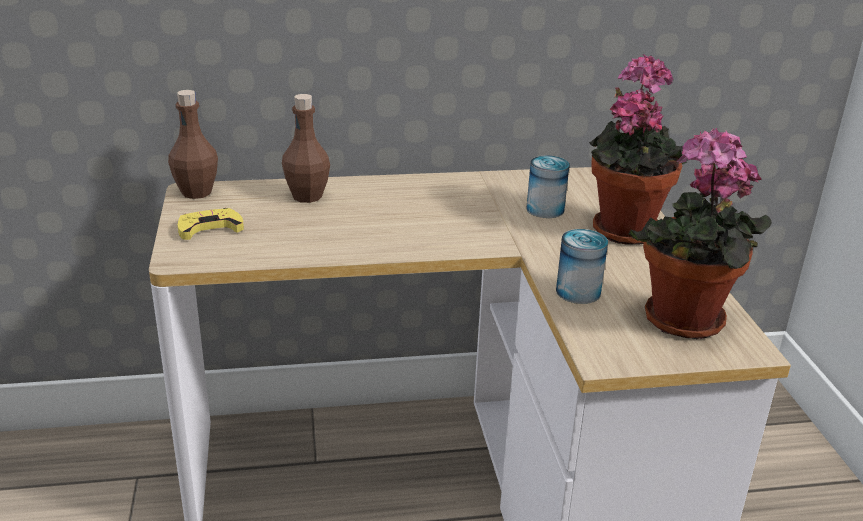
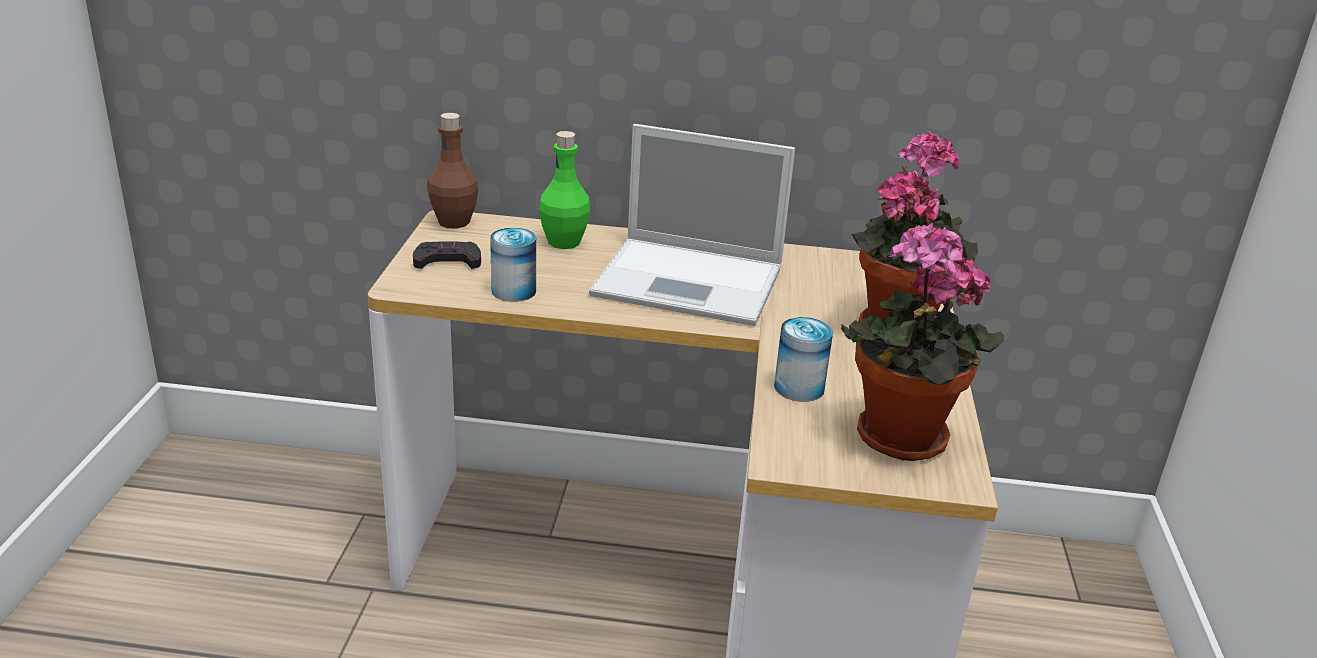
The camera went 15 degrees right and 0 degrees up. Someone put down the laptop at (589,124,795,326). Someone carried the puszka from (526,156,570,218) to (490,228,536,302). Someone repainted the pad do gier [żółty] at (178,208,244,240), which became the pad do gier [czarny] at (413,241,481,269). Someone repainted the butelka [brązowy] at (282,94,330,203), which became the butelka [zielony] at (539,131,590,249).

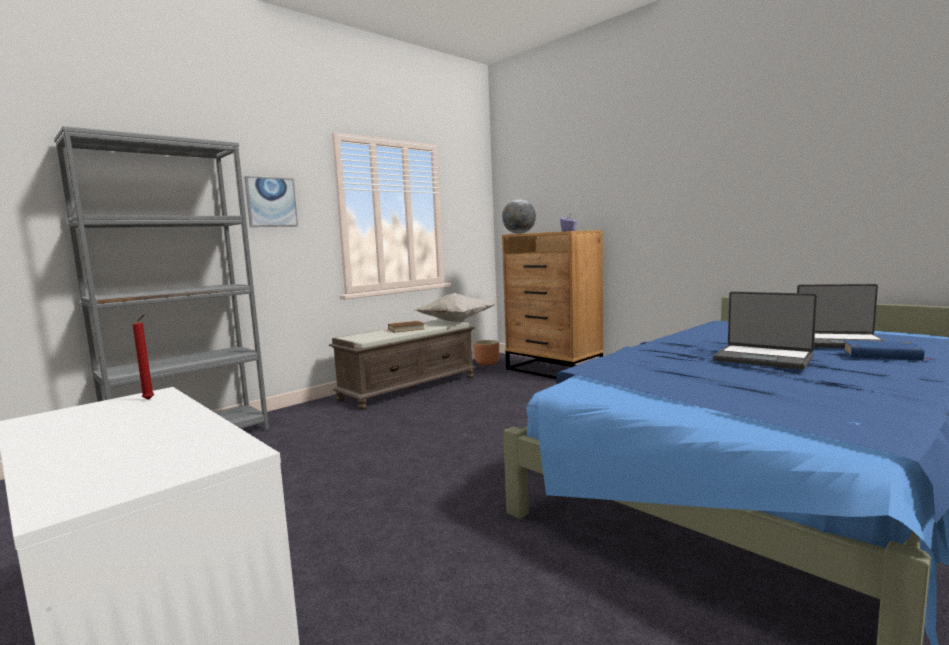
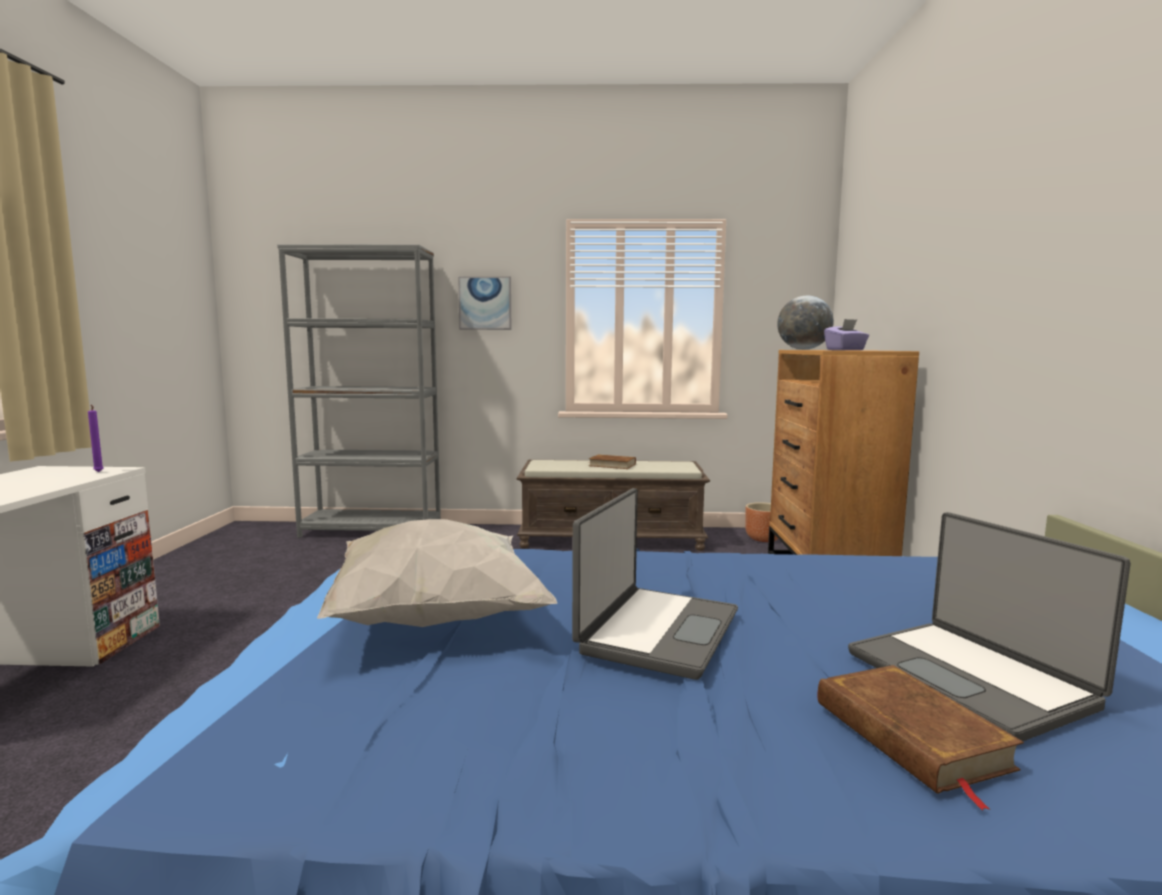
The camera went 45 degrees right and 0 degrees up. Someone carried the poduszka [biały] from (415,293,495,322) to (317,519,557,627). Someone repainted the świeca [czerwony] at (132,315,154,400), which became the świeca [fioletowy] at (88,405,103,472). Someone repainted the książka [niebieski] at (843,340,934,361), which became the książka [brązowy] at (818,665,1024,810). Someone rotated the laptop at (713,292,817,370) by 150 degrees counterclockwise.

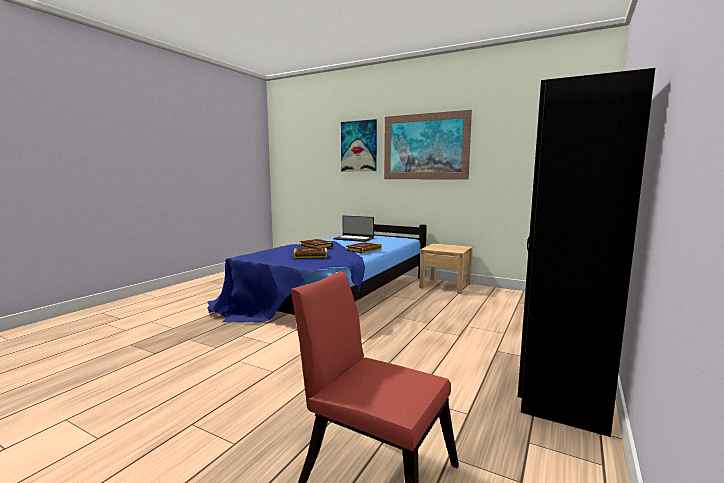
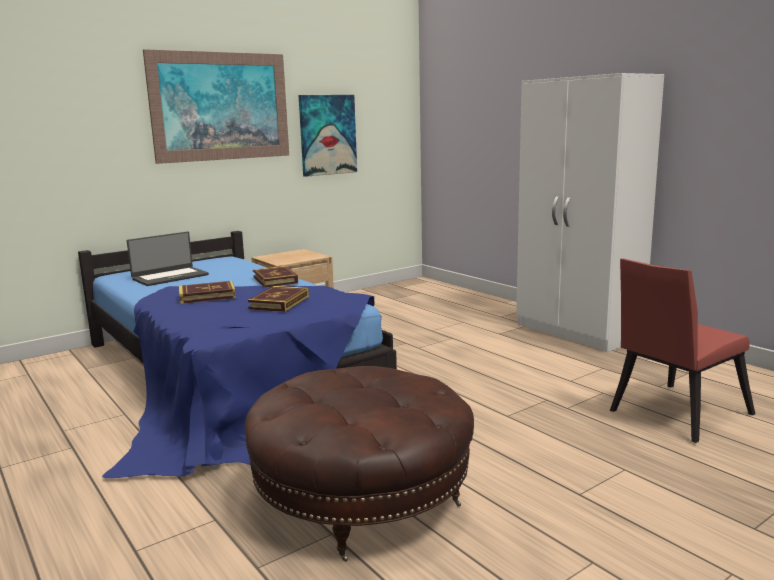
The camera went 65 degrees left and 5 degrees up. Someone put down the pufa [brązowy] at (245,366,474,562). Someone carried the obraz from (341,119,377,171) to (298,95,357,177). Someone repainted the szafa [czarny] at (518,68,655,437), which became the szafa [biały] at (516,73,664,352).

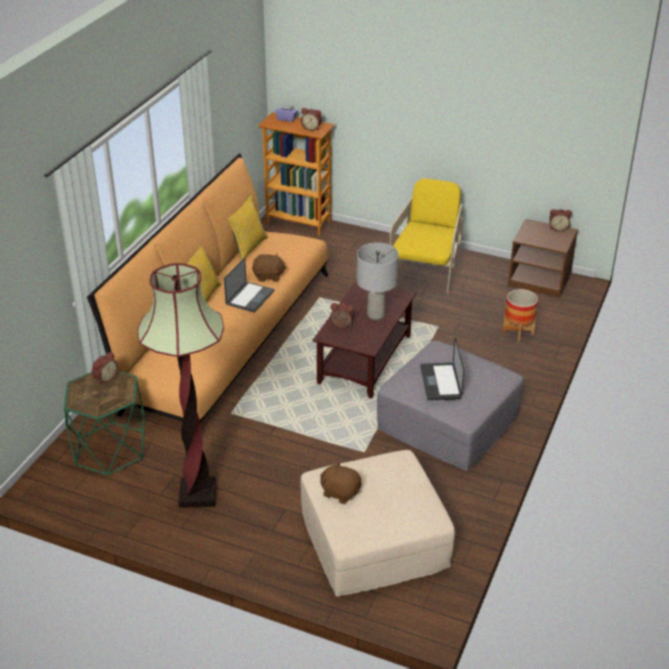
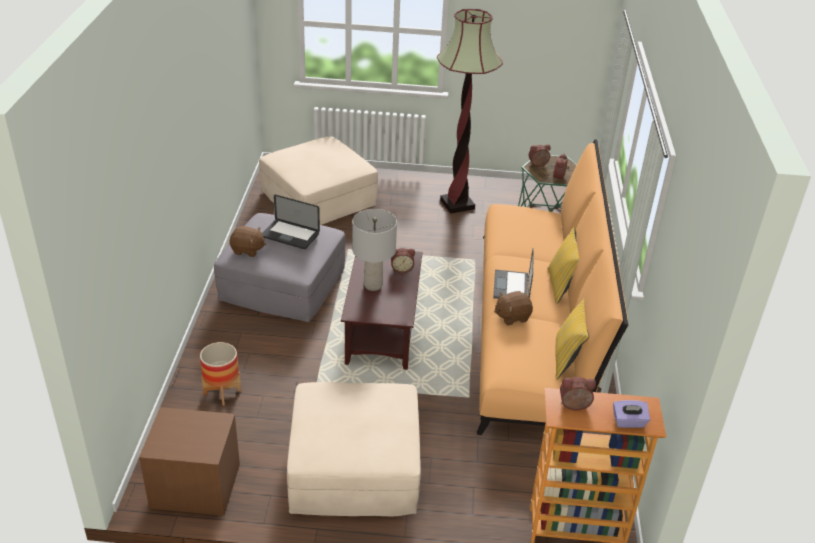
The camera went 160 degrees right and 0 degrees up. Someone carried the pluszak [brązowy] from (320,461,362,504) to (230,226,266,257). Someone carried the budzik from (549,209,572,232) to (529,144,551,167). Someone swapped the fotel [żółty] at (390,179,463,294) for the pufa [beżowy] at (287,382,421,517). Someone rotated the laptop at (420,337,464,400) by 135 degrees clockwise.

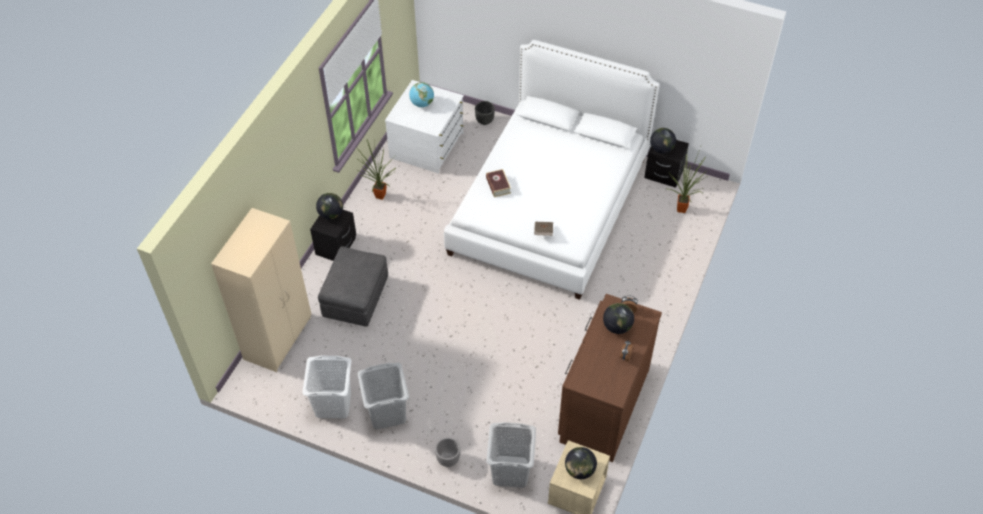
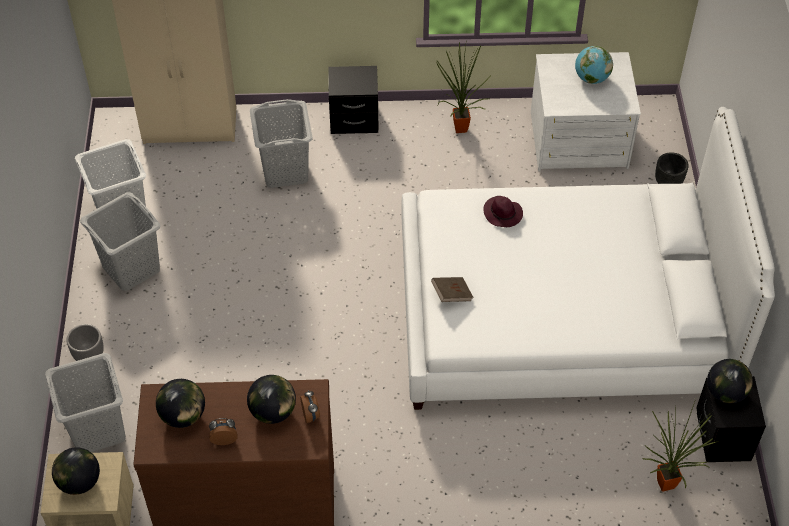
The camera went 65 degrees right and 0 degrees up. Someone carried the globus from (316,193,343,220) to (156,379,205,428). Someone swapped the pufa [szary] at (318,246,388,327) for the kosz na pranie [szary] at (250,99,313,188). Someone swapped the książka at (486,169,511,197) for the kapelusz [fioletowy] at (483,196,523,227).

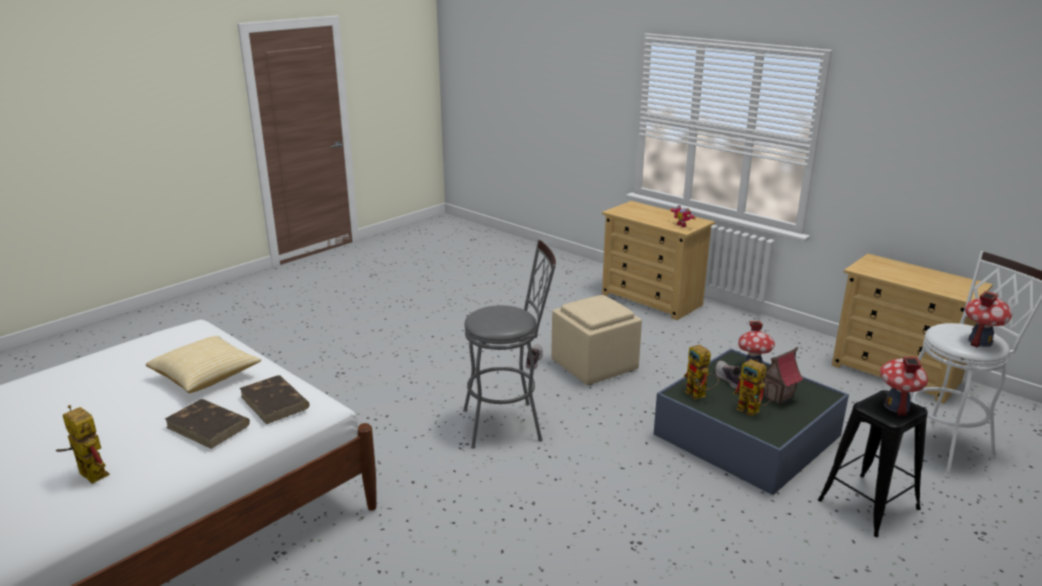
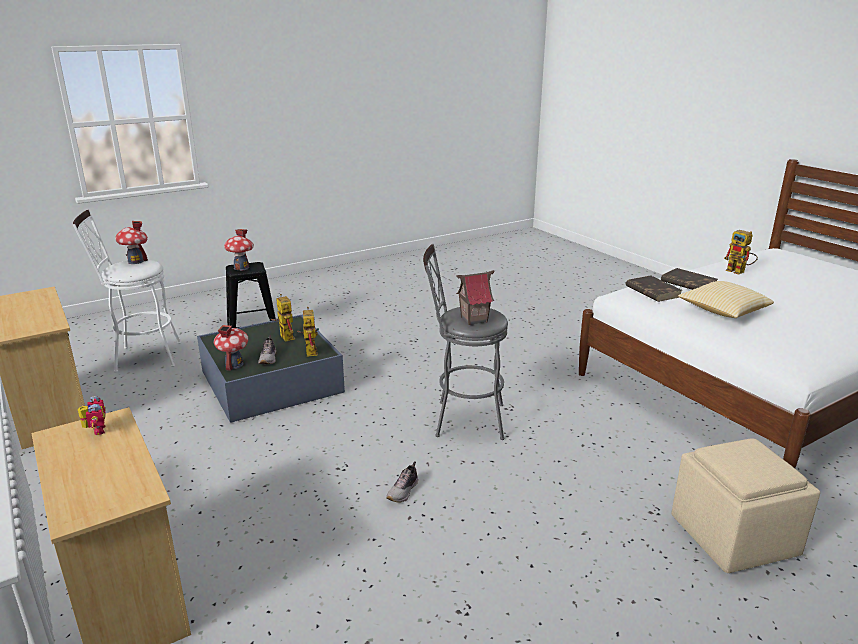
The camera went 165 degrees left and 0 degrees up. Someone carried the pufa [beżowy] from (551,295,642,385) to (671,438,820,573). Someone carried the domek from (763,347,803,405) to (456,270,495,325).

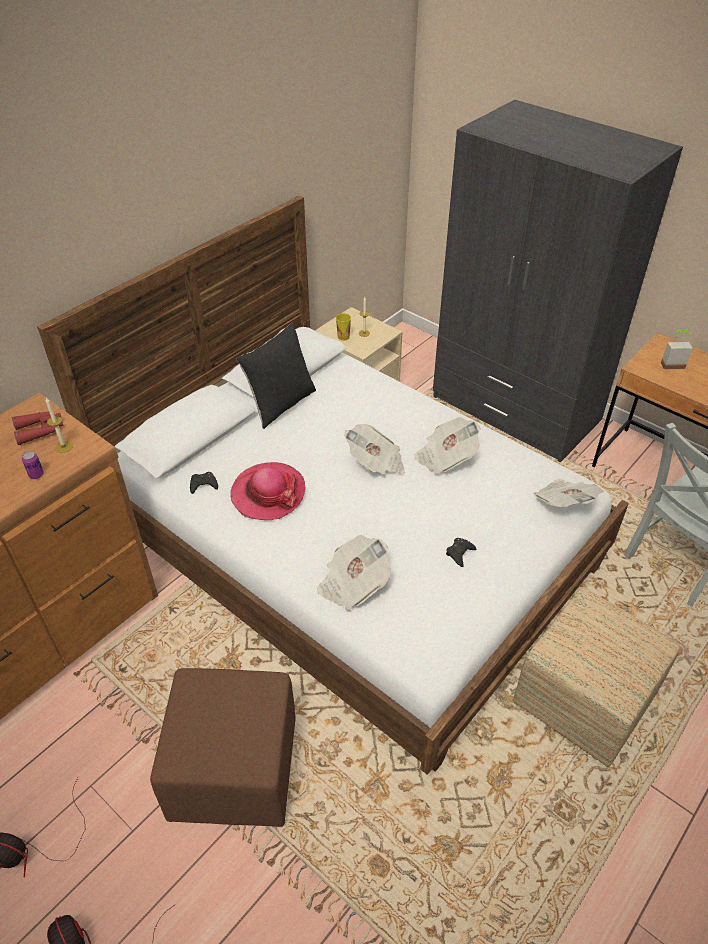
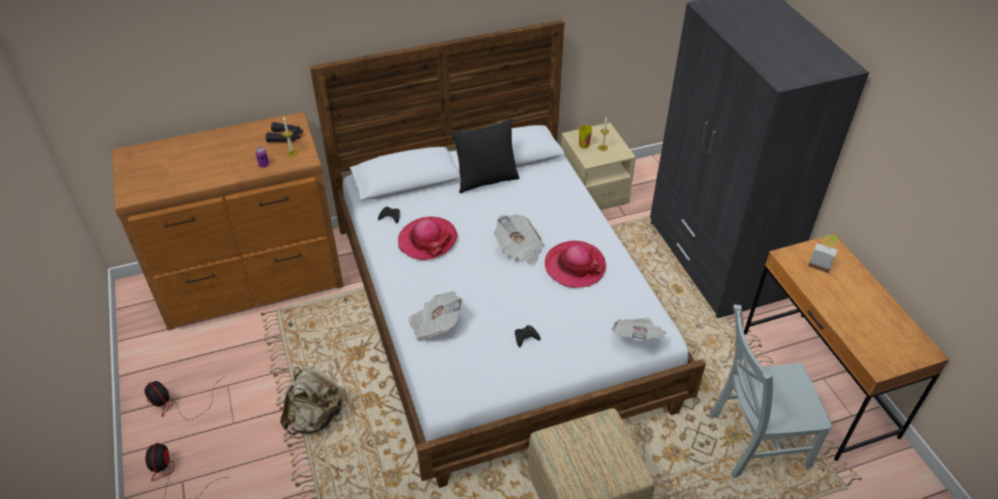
The camera went 30 degrees right and 0 degrees up. Someone swapped the pufa [brązowy] at (150,668,296,827) for the plecak [beżowy] at (281,366,344,435). Someone swapped the gazeta at (414,417,481,475) for the kapelusz at (545,241,606,288). Someone repainted the lornetka [czerwony] at (12,412,63,445), which became the lornetka [czarny] at (266,122,303,142).

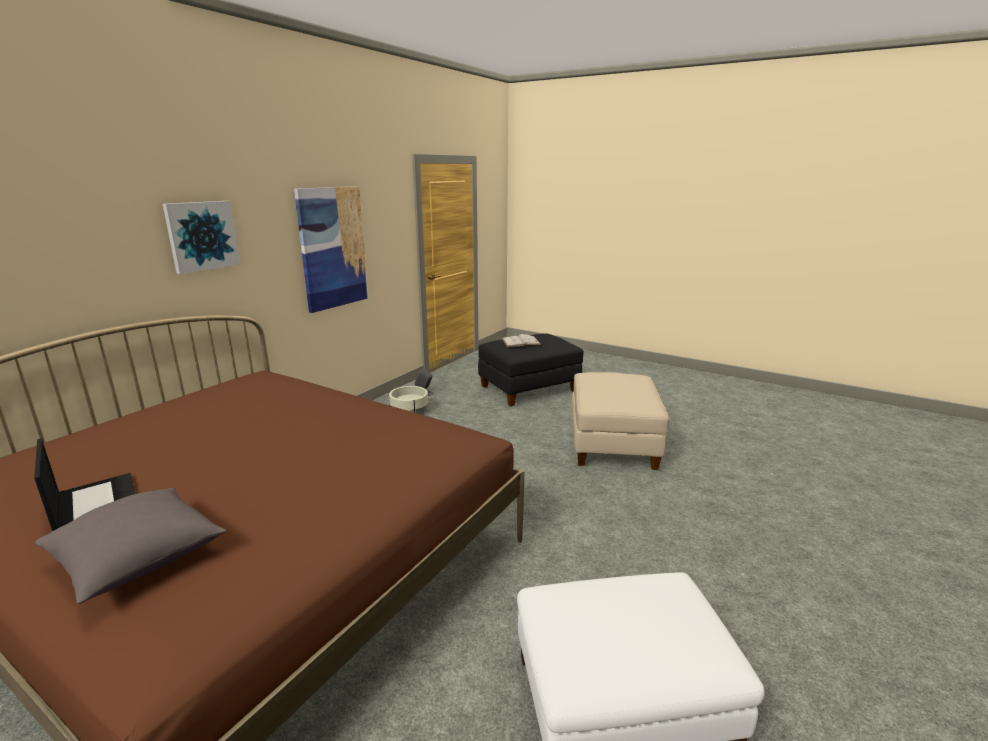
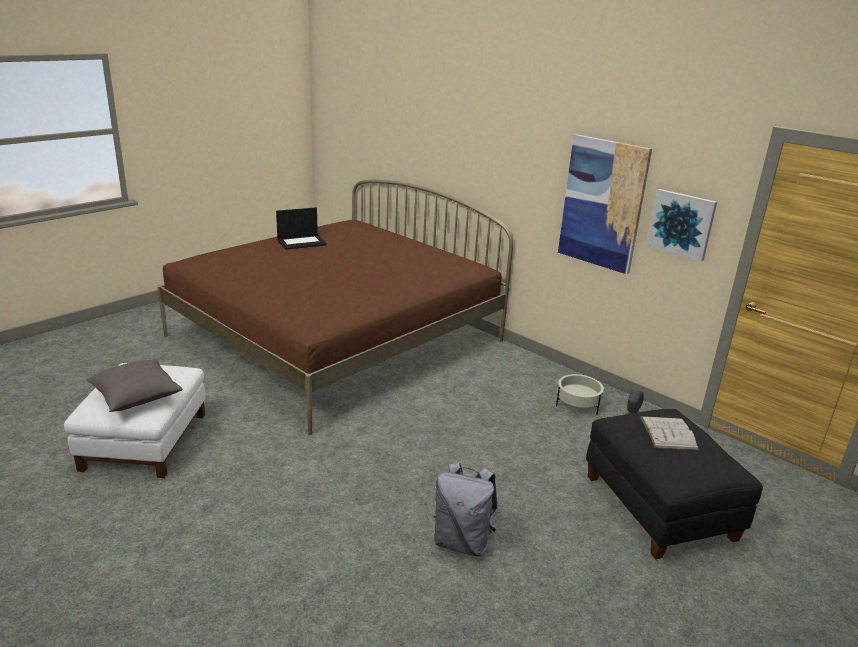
The camera went 100 degrees right and 5 degrees up. Someone carried the poduszka [szary] from (34,488,226,604) to (87,359,183,412). Someone carried the obraz from (163,201,240,274) to (646,189,717,261). Someone swapped the pufa [beżowy] at (571,372,669,470) for the plecak [szary] at (434,463,497,556).

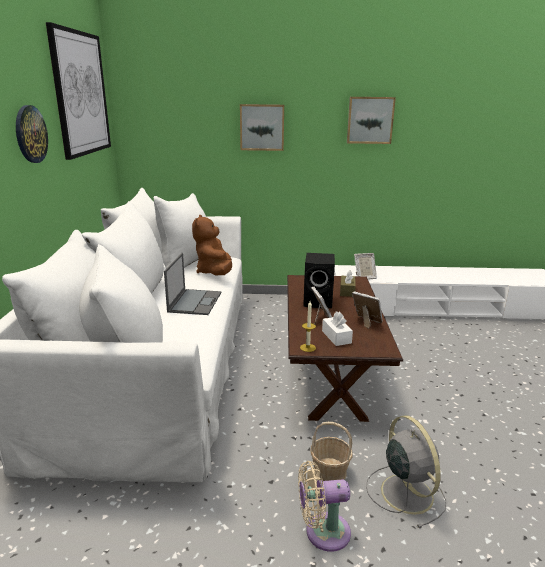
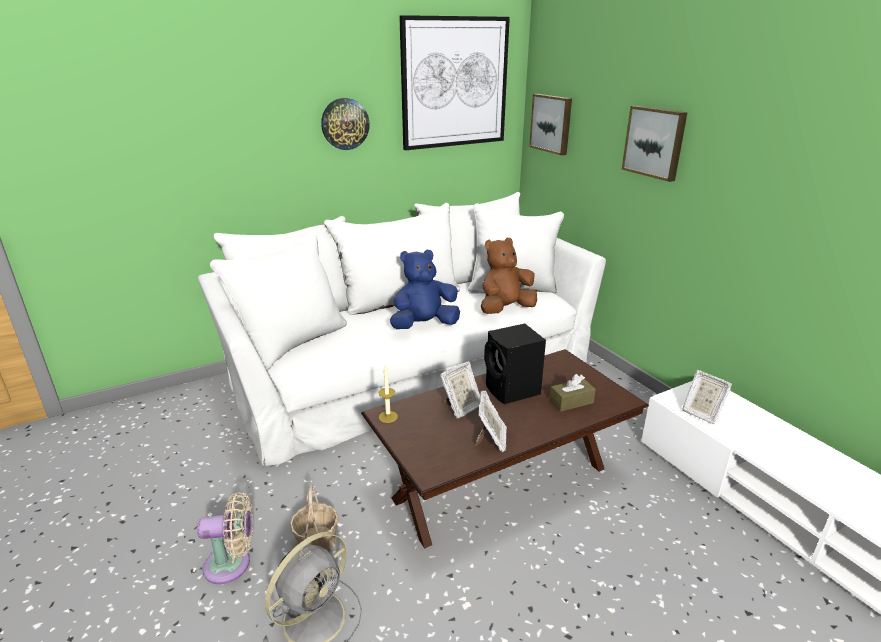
The camera went 60 degrees right and 5 degrees up. Someone took away the pudełko chusteczek [biały] at (322,311,353,346). Someone carried the obraz from (347,97,396,144) to (529,94,572,155). Someone swapped the laptop at (164,253,221,315) for the pluszak [niebieski] at (390,250,460,329). Someone rotated the wentylator [beżowy] at (298,461,351,552) by 120 degrees clockwise.

